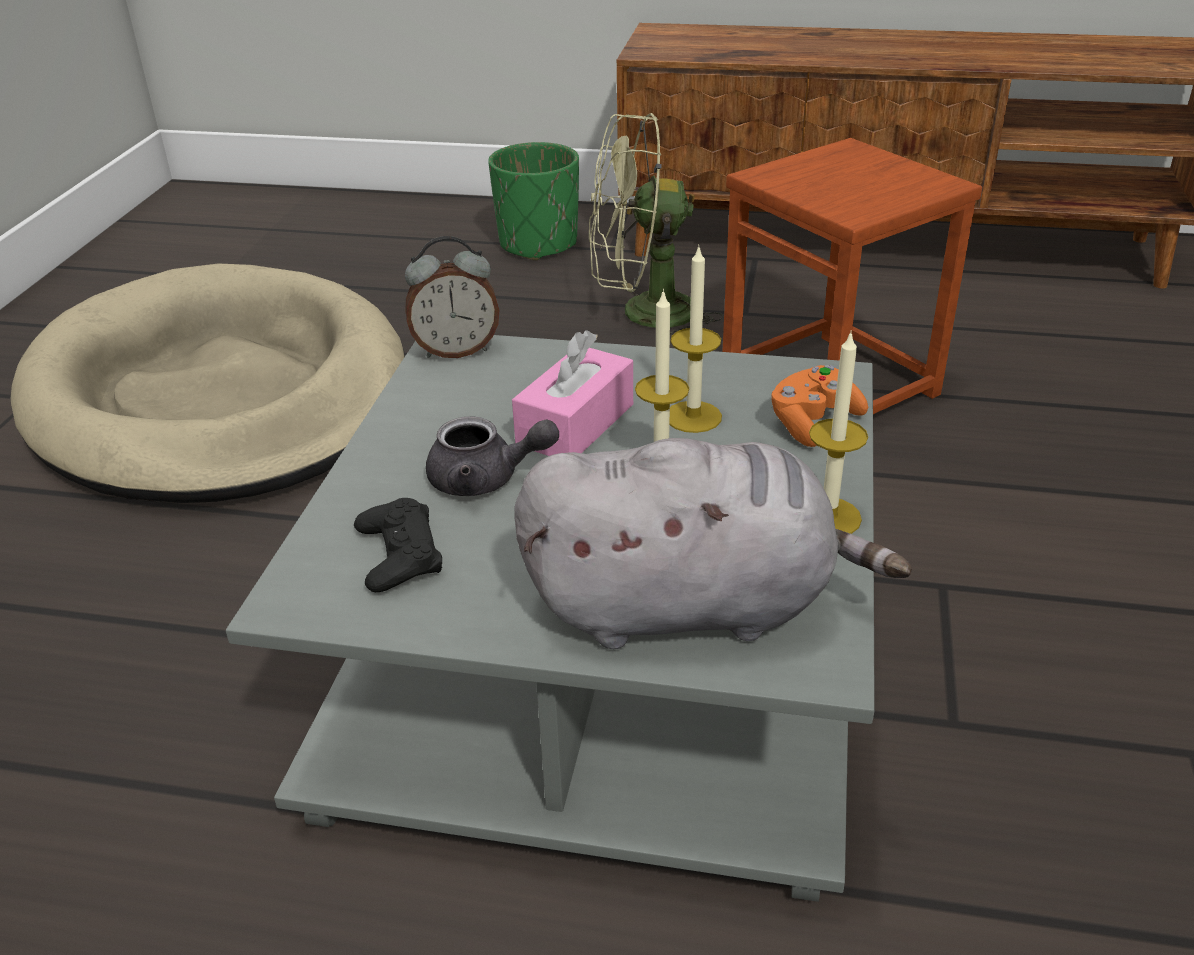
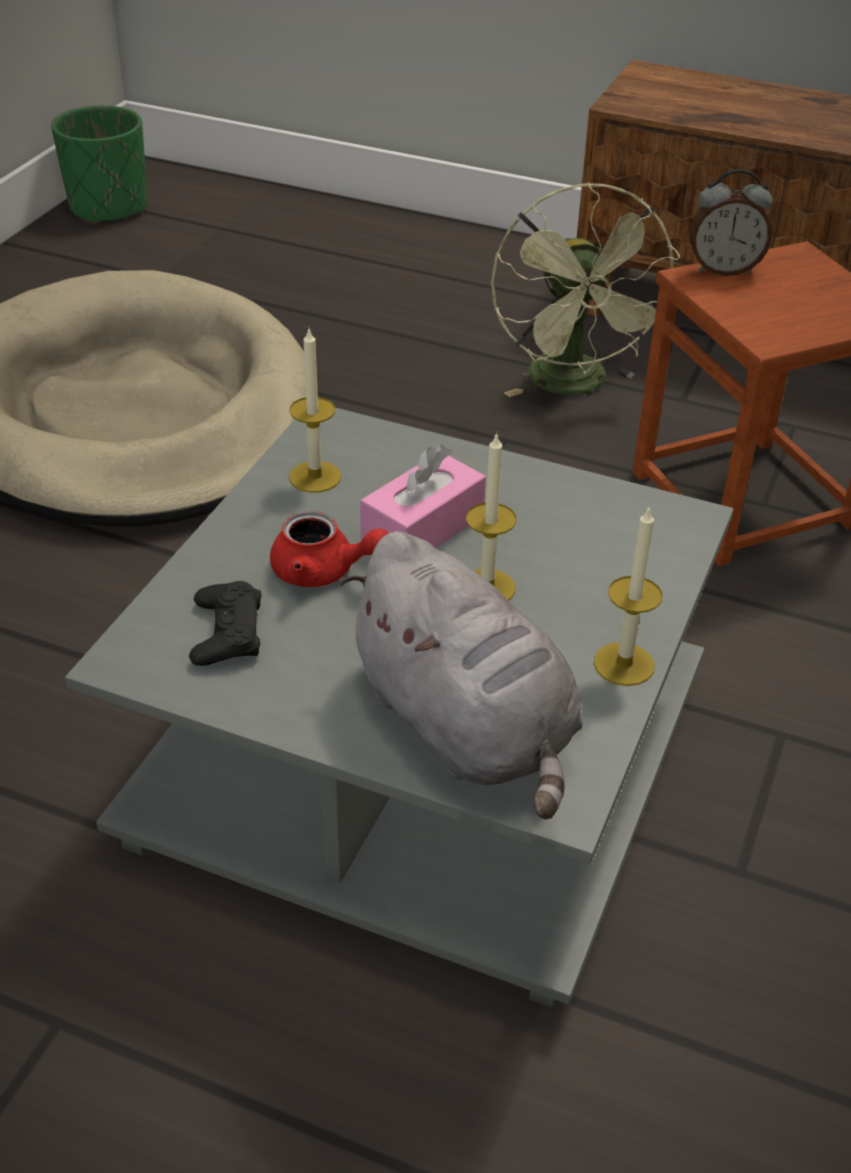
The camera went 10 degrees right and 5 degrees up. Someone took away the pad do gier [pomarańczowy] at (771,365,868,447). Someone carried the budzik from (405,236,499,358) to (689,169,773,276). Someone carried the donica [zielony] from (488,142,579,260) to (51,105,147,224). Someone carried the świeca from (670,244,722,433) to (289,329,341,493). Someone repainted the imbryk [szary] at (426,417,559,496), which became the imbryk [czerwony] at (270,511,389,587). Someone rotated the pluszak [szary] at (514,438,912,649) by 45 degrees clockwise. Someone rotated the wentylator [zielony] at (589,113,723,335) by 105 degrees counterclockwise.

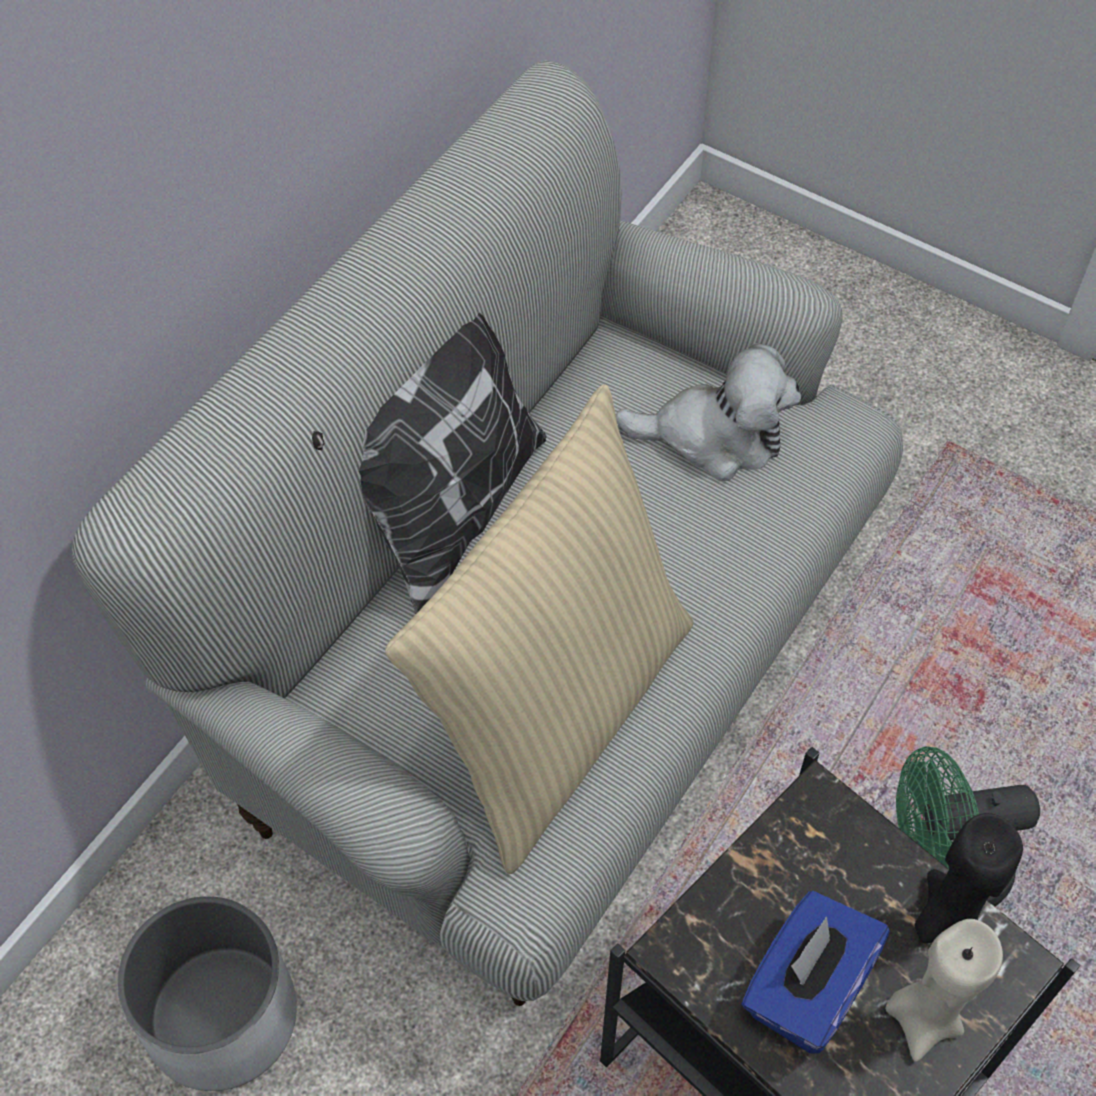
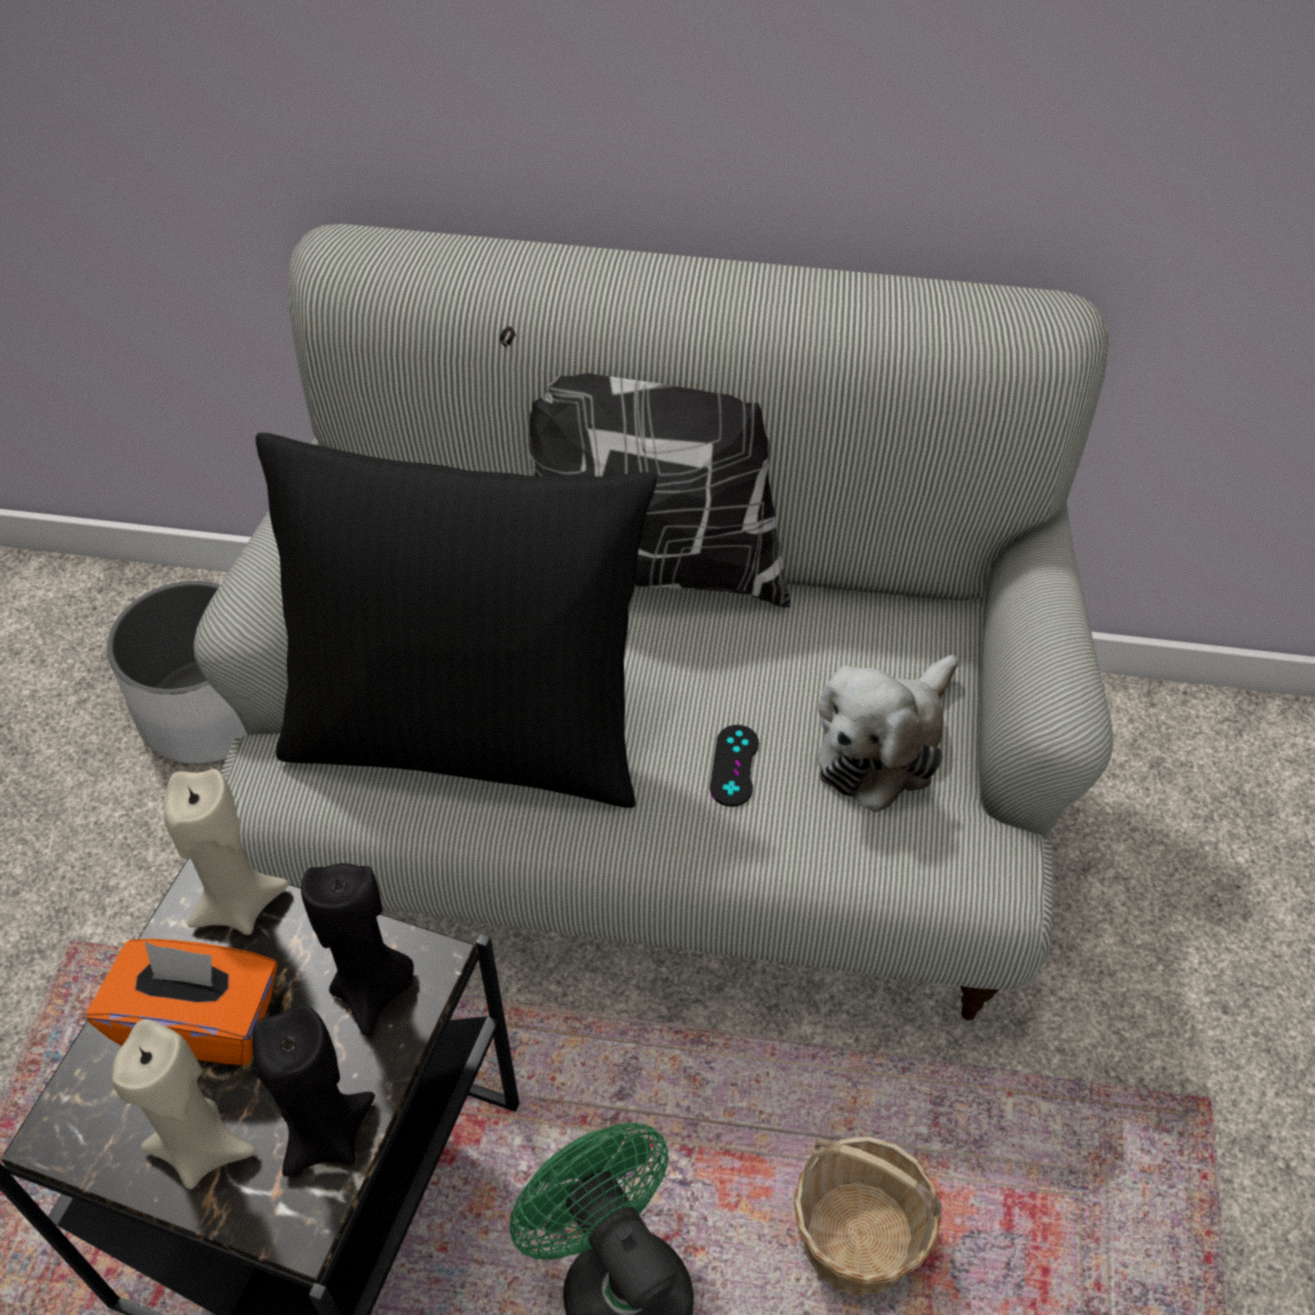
The camera went 65 degrees right and 5 degrees down. Someone put down the świeca [beżowy] at (164,769,289,935). Someone put down the świeca [czarny] at (301,863,414,1036). Someone put down the pad do gier [czarny] at (710,725,759,807). Someone put down the koszyk at (793,1136,942,1296). Someone repainted the poduszka [beżowy] at (385,384,693,874), which became the poduszka [czarny] at (255,433,657,808). Someone repainted the pudełko chusteczek [niebieski] at (742,891,890,1054), which became the pudełko chusteczek [pomarańczowy] at (87,939,277,1065). Someone rotated the pluszak at (616,343,801,481) by 60 degrees clockwise.

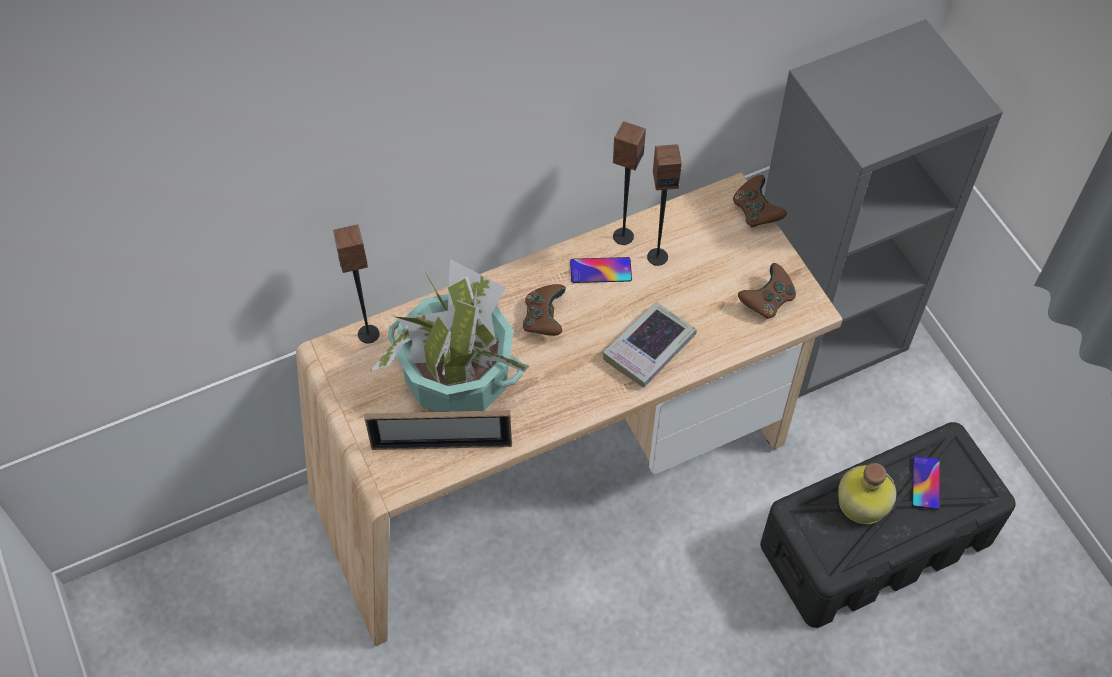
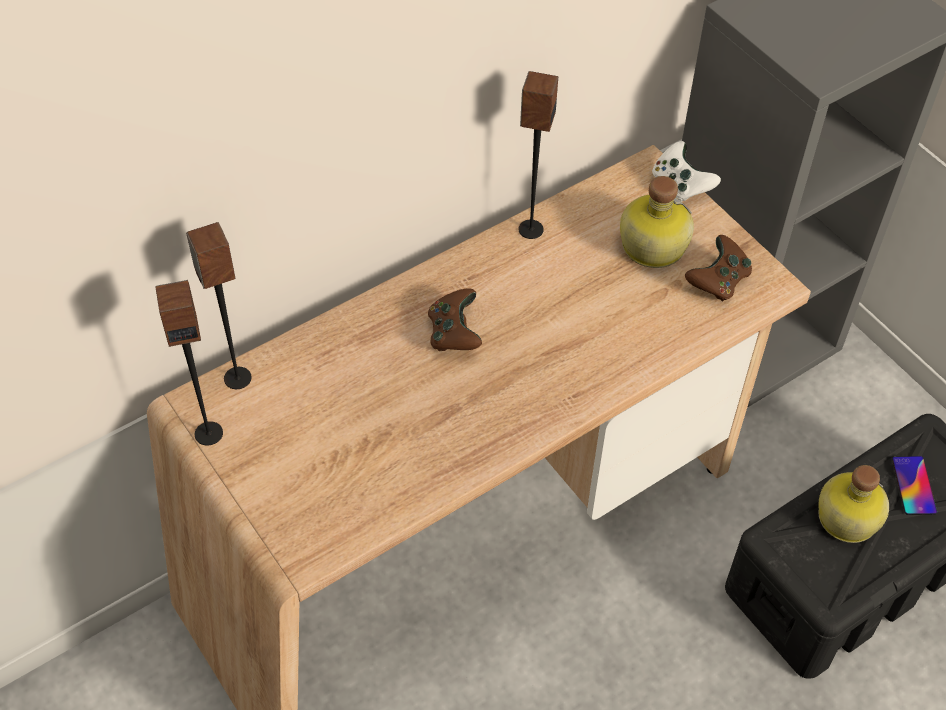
The camera went 10 degrees left and 5 degrees down. Someone took away the ramka na zdjęcie at (364,410,512,450). Someone took away the roślina doniczkowa at (371,259,529,412). Someone took away the telefon at (570,257,632,283). Someone took away the książka at (603,302,696,388). Someone put down the butelka at (620,176,694,268). Someone carried the głośnik from (647,144,682,266) to (156,280,223,446). Someone repainted the pad do gier [brązowy] at (733,175,787,228), which became the pad do gier [biały] at (652,141,721,201).

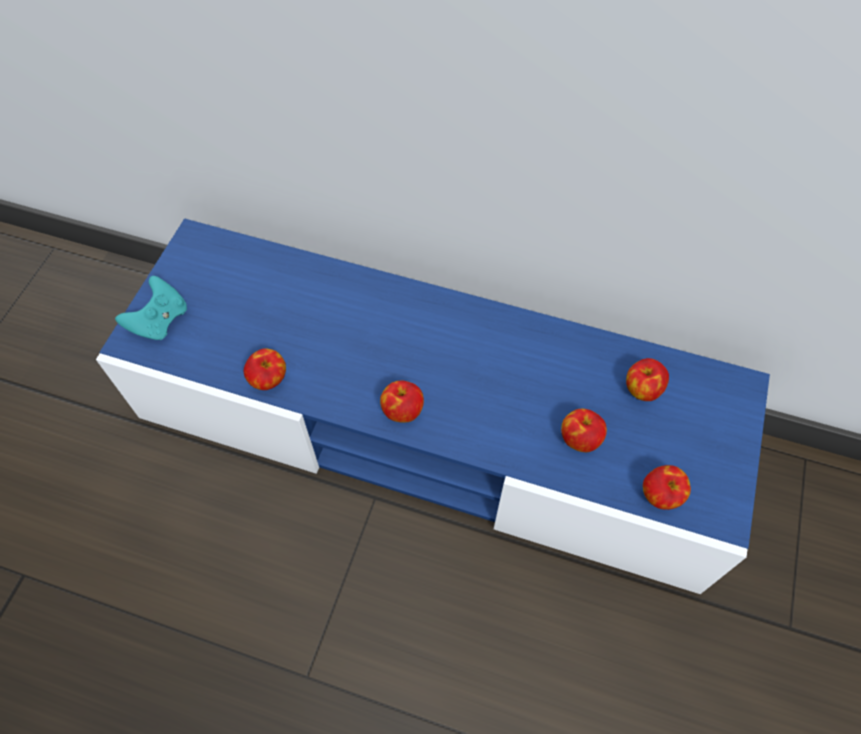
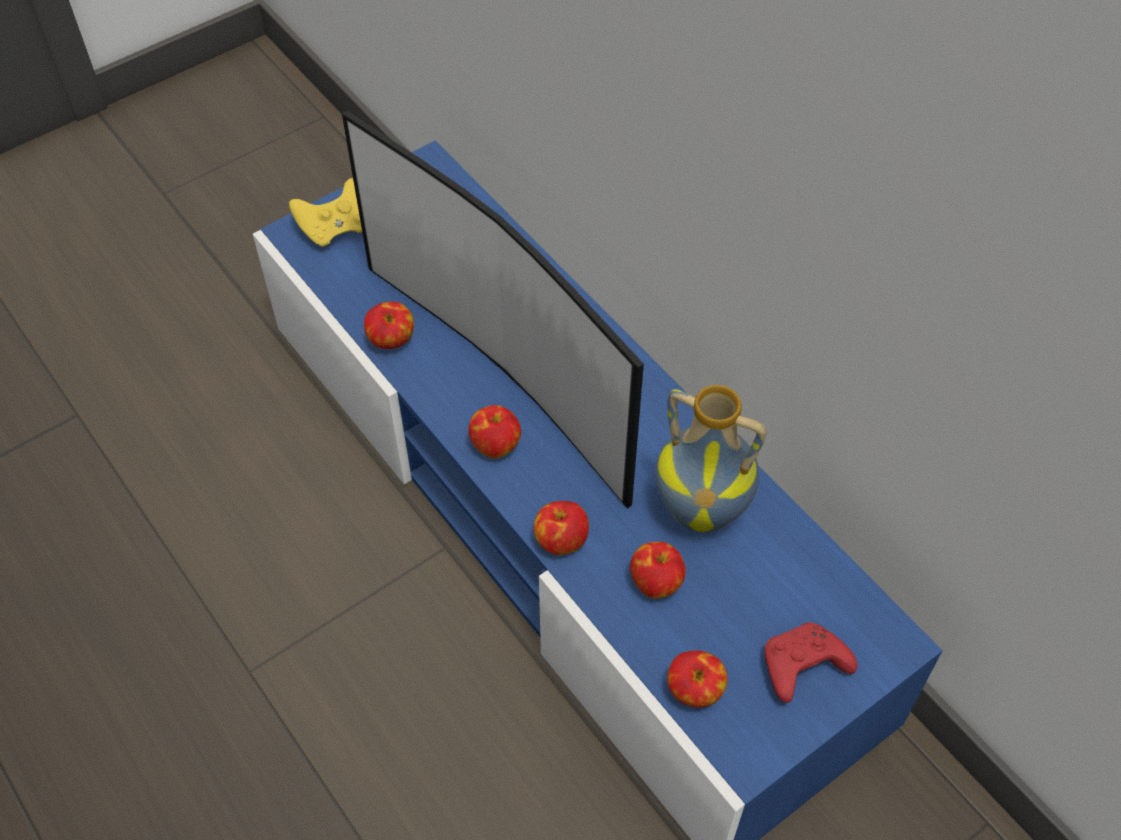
The camera went 35 degrees right and 5 degrees down. Someone put down the telewizor at (342,111,644,509). Someone put down the wazon at (655,385,767,533). Someone put down the pad do gier [czerwony] at (765,622,858,703). Someone carried the jabłko from (626,358,669,401) to (534,501,589,555). Someone repainted the pad do gier [turkusowy] at (115,276,187,340), which became the pad do gier [żółty] at (289,178,362,247).

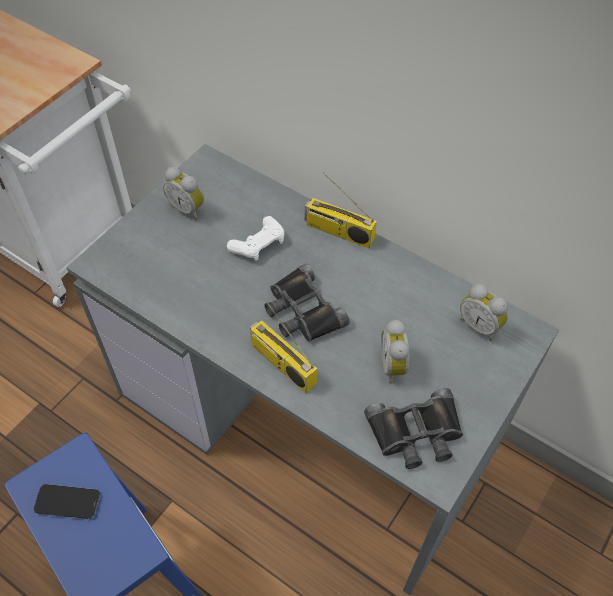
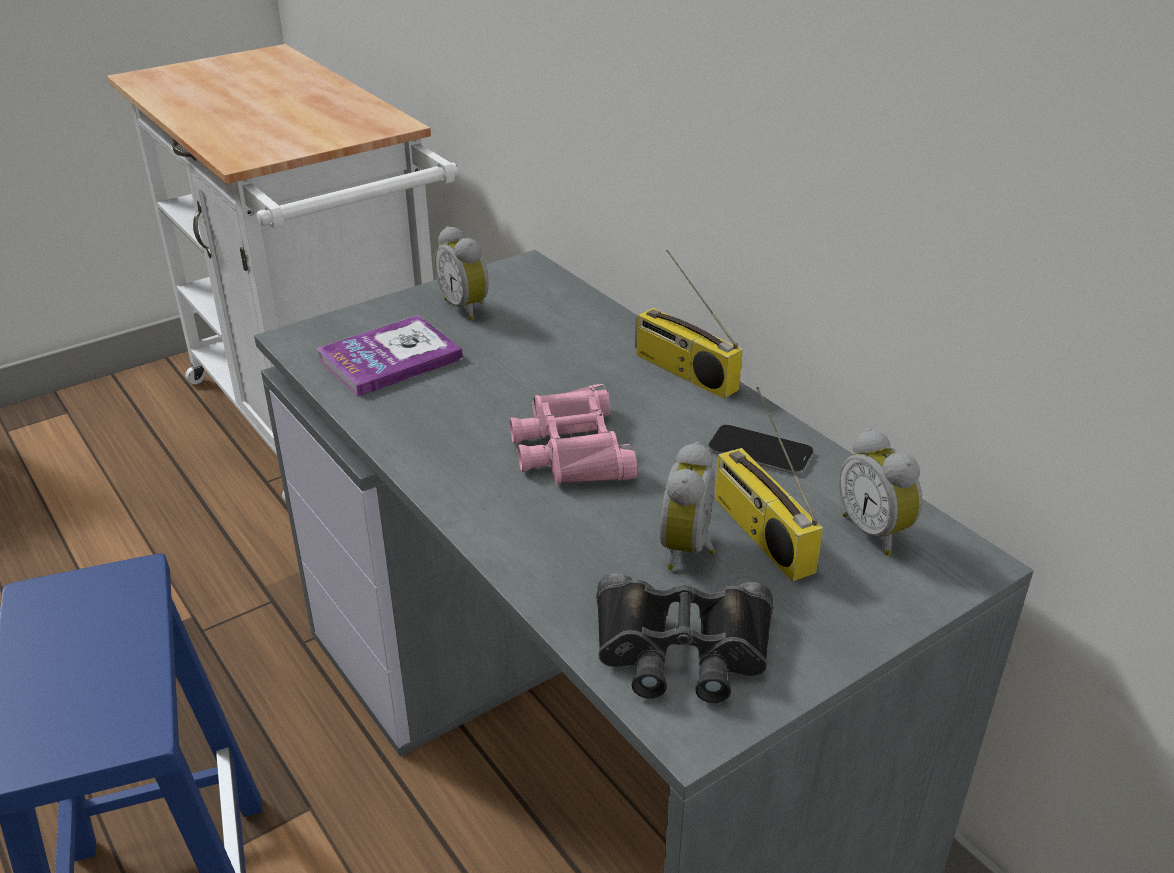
The camera went 20 degrees right and 20 degrees down. Someone took away the pad do gier [biały] at (227,216,285,261). Someone put down the książka at (316,315,463,397). Someone carried the telefon from (34,484,100,519) to (708,425,813,474). Someone carried the radio from (250,301,317,393) to (715,387,823,582). Someone repainted the lornetka [czarny] at (264,264,350,342), which became the lornetka [różowy] at (510,384,637,484).

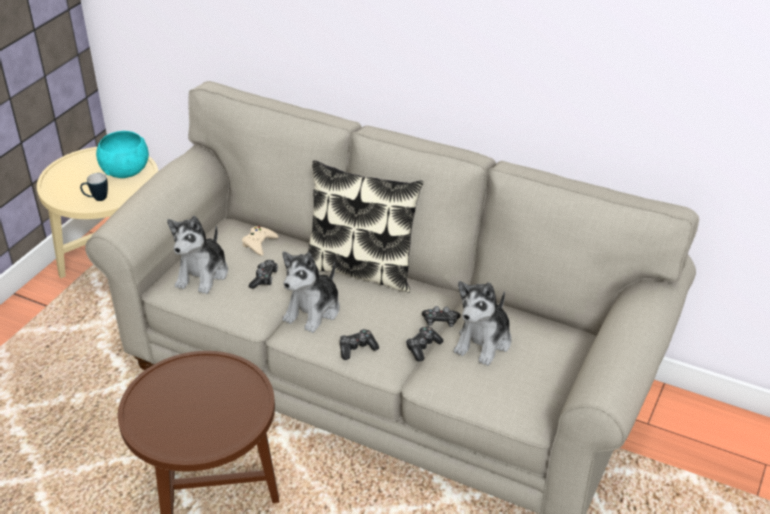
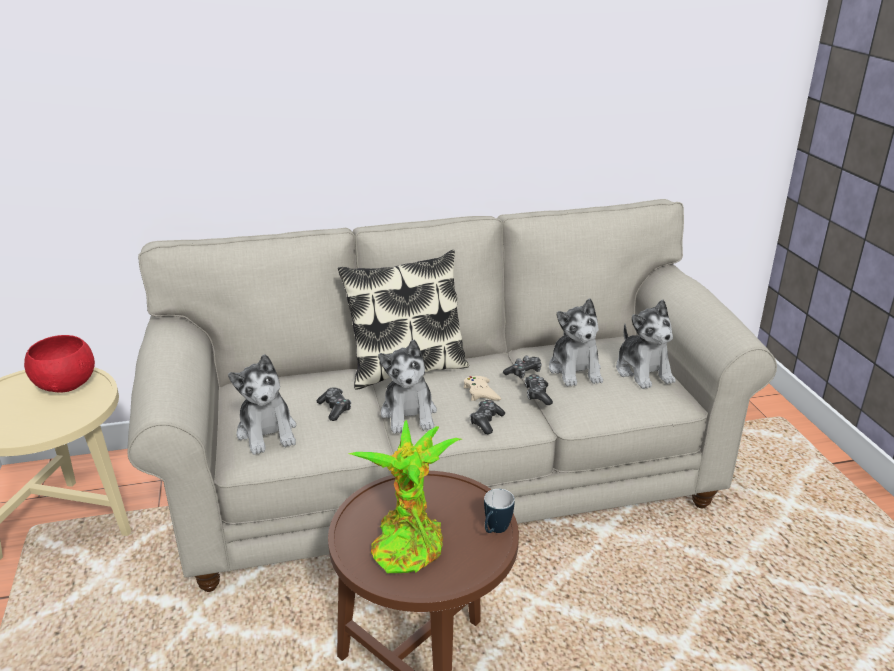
The camera went 40 degrees left and 10 degrees down. Someone put down the roślina doniczkowa at (348,420,461,573). Someone put down the pluszak at (616,300,676,389). Someone carried the kubek from (80,173,108,201) to (484,489,515,533). Someone carried the pad do gier [beżowy] from (242,226,278,256) to (464,376,501,401). Someone repainted the miska [turkusowy] at (96,131,149,178), which became the miska [czerwony] at (24,335,95,393).

